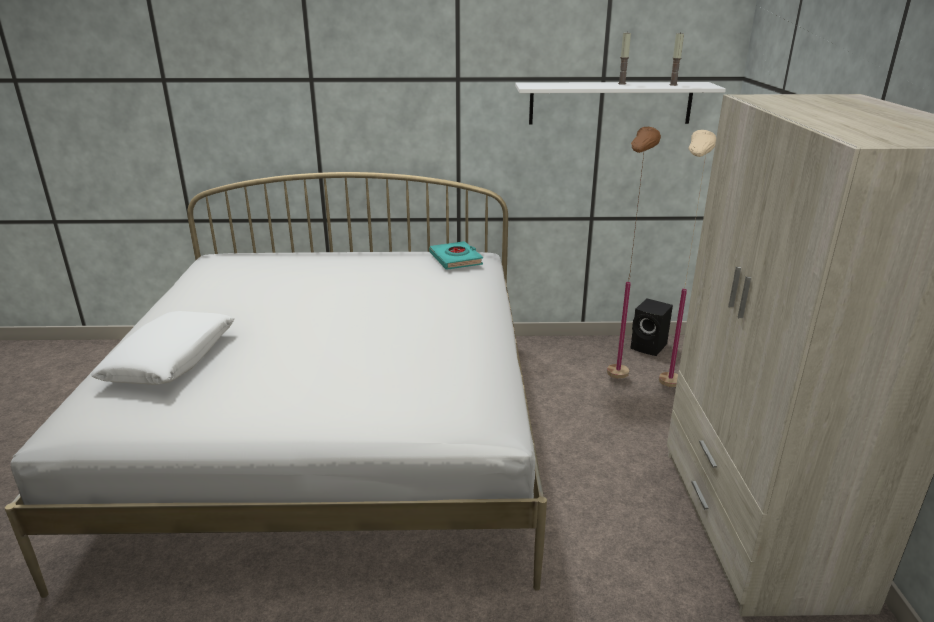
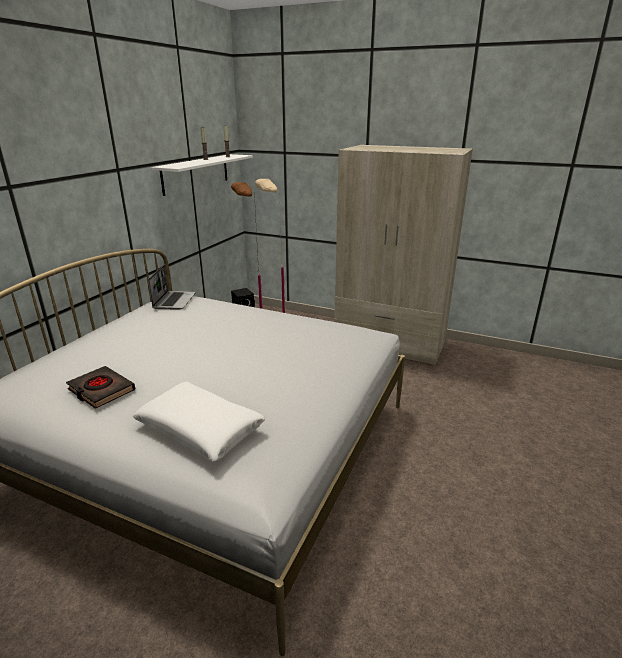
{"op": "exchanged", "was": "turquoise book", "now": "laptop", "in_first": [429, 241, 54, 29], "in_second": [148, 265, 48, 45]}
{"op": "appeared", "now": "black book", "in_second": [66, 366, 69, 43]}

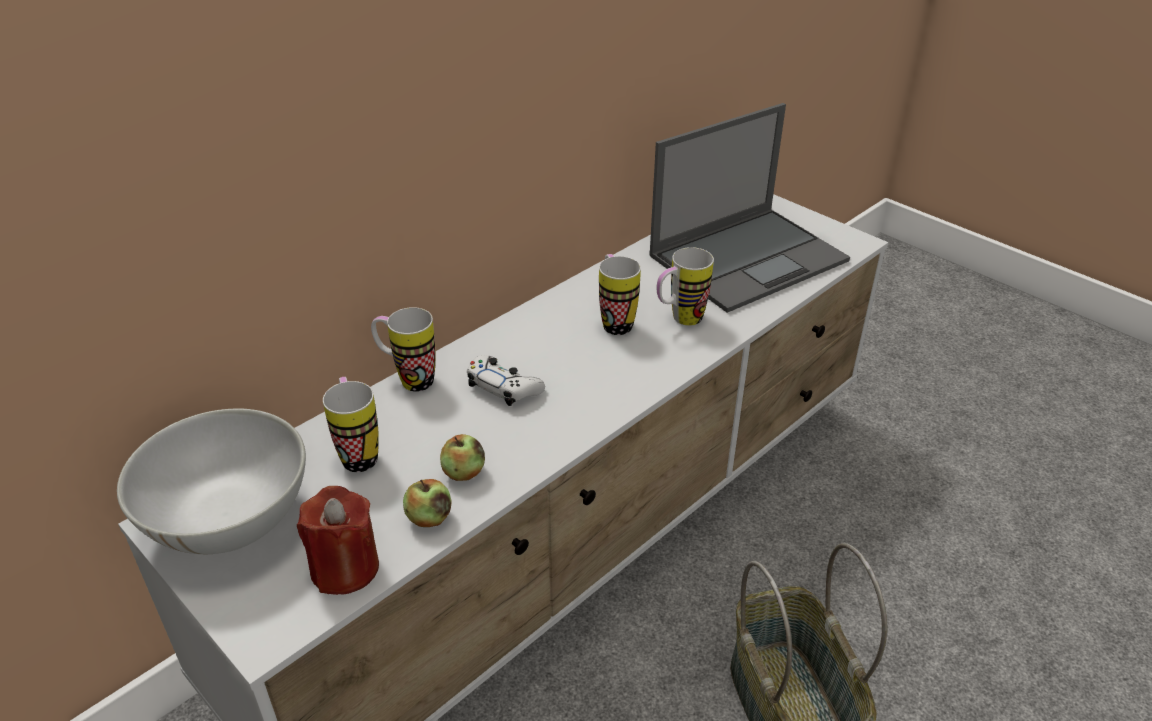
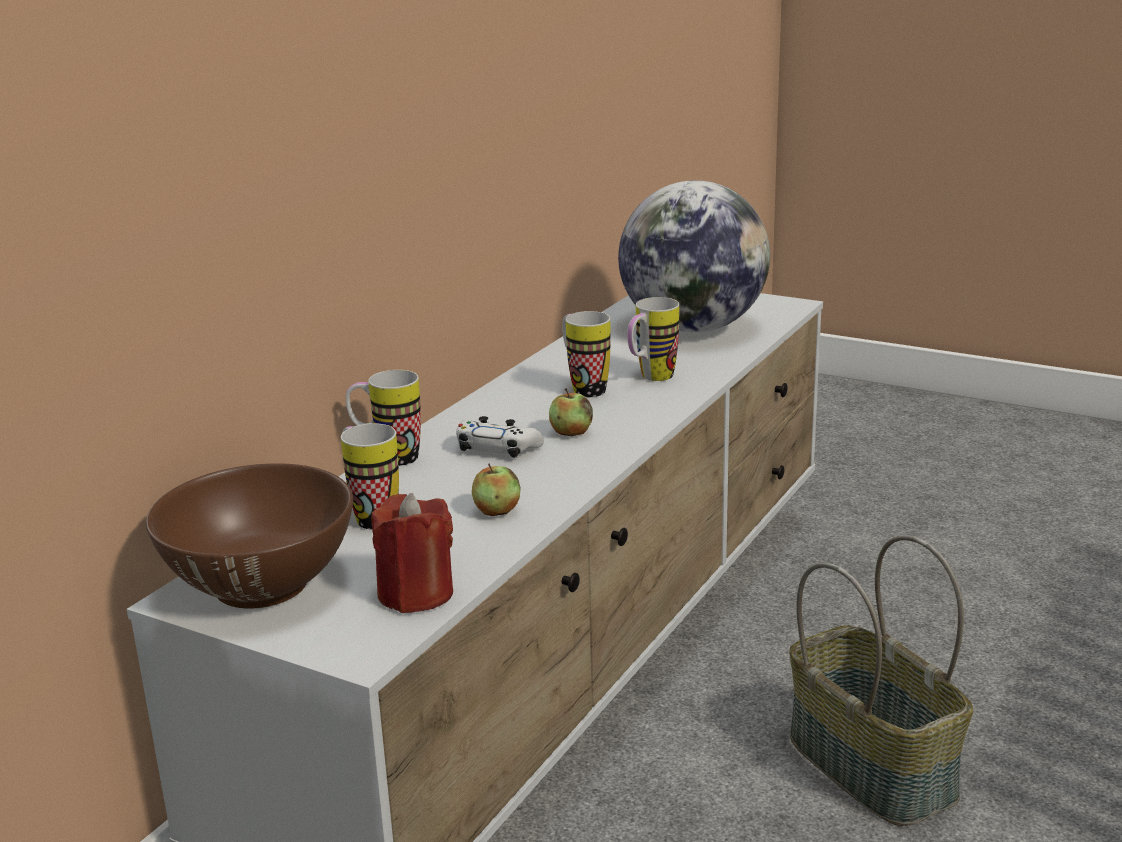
{"op": "colour", "was": "white bowl", "now": "brown bowl", "in_first": [117, 408, 189, 146], "in_second": [146, 463, 207, 146]}
{"op": "relocated", "was": "apple", "in_first": [403, 479, 49, 48], "in_second": [549, 388, 44, 48]}
{"op": "exchanged", "was": "laptop", "now": "globe", "in_first": [649, 103, 201, 210], "in_second": [618, 180, 152, 153]}

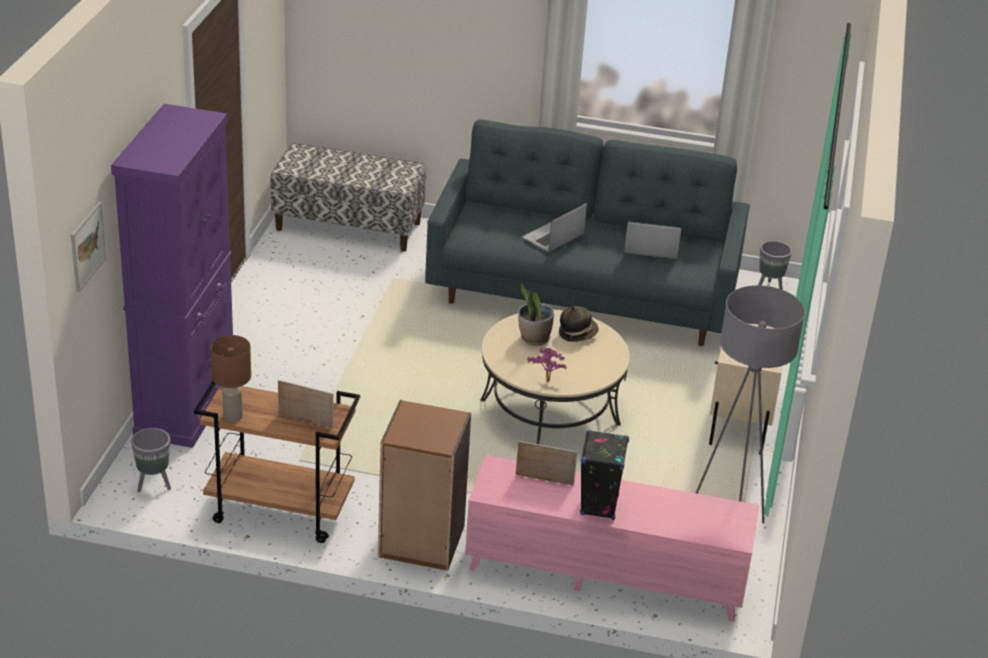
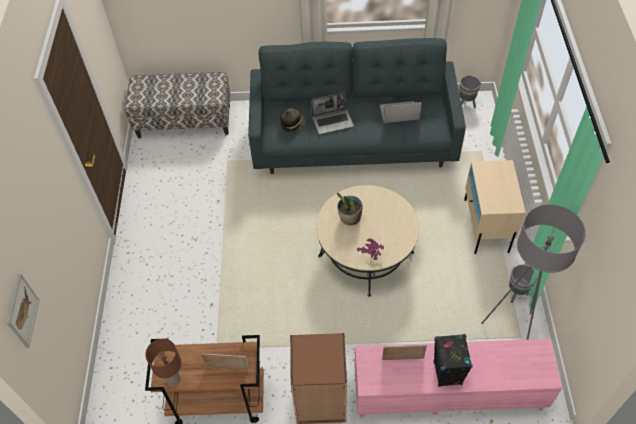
{"op": "missing", "was": "purple cabinet", "in_first": [111, 104, 122, 344]}
{"op": "relocated", "was": "grey planter", "in_first": [131, 428, 40, 64], "in_second": [509, 264, 28, 39]}
{"op": "spun", "was": "laptop", "in_first": [522, 203, 65, 49], "in_second": [311, 92, 43, 42], "clockwise": -135}
{"op": "relocated", "was": "hat", "in_first": [559, 306, 39, 36], "in_second": [280, 108, 26, 25]}

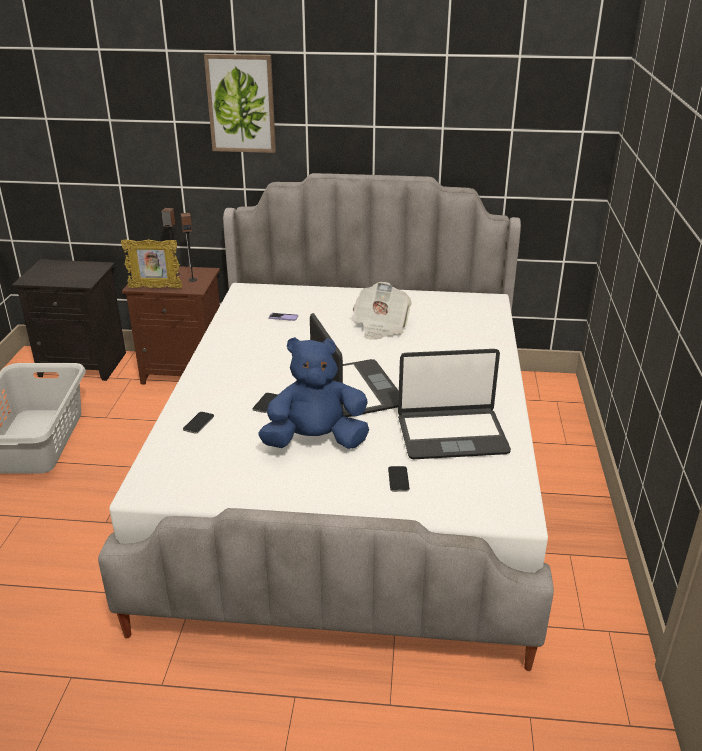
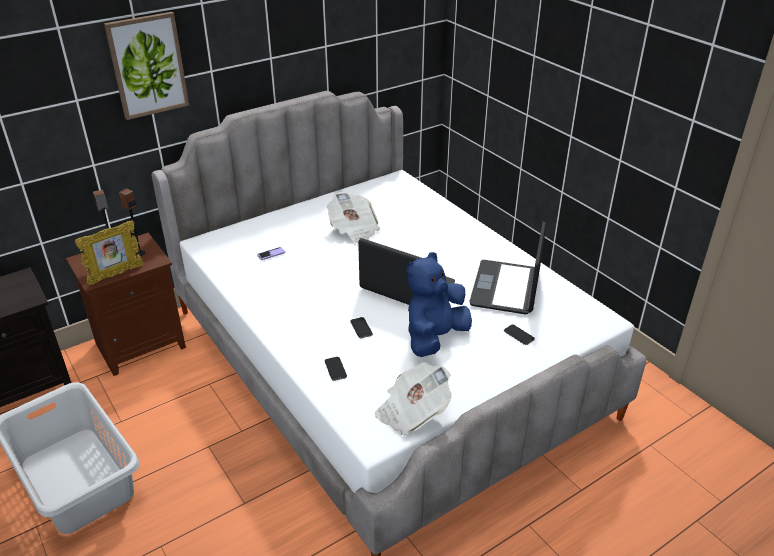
{"op": "spun", "was": "laptop", "in_first": [398, 349, 113, 110], "in_second": [469, 222, 77, 92], "clockwise": 150}
{"op": "appeared", "now": "newspaper", "in_second": [375, 362, 77, 74]}

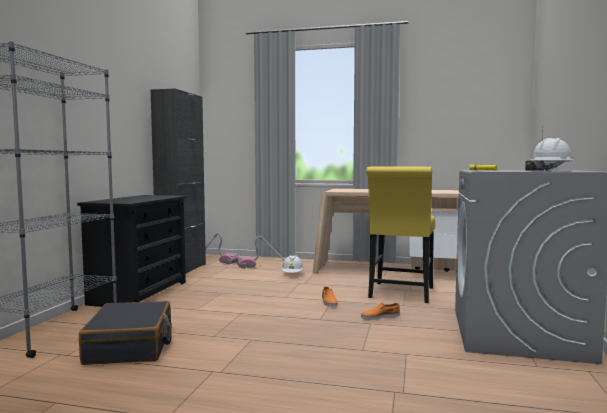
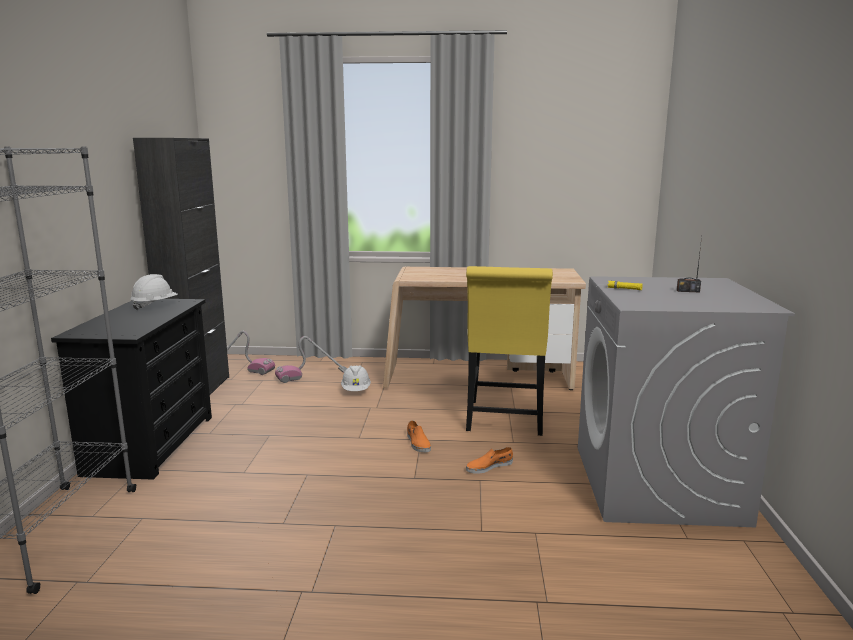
{"op": "missing", "was": "black suitcase", "in_first": [79, 301, 93, 64]}
{"op": "relocated", "was": "white hard hat", "in_first": [530, 138, 43, 33], "in_second": [130, 274, 48, 37]}

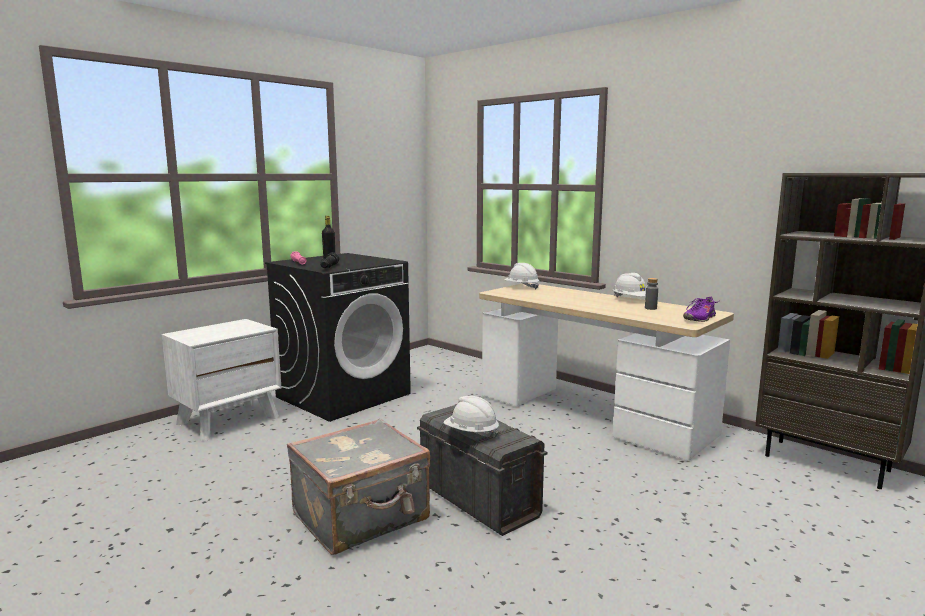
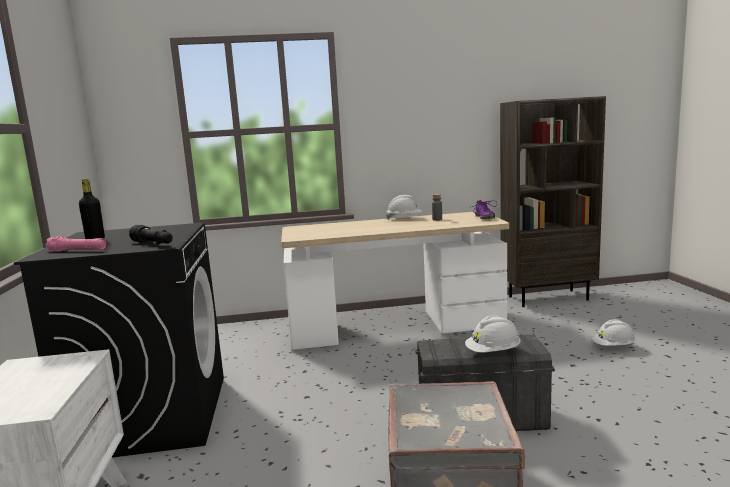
{"op": "relocated", "was": "white hard hat", "in_first": [504, 263, 35, 26], "in_second": [592, 319, 44, 27]}

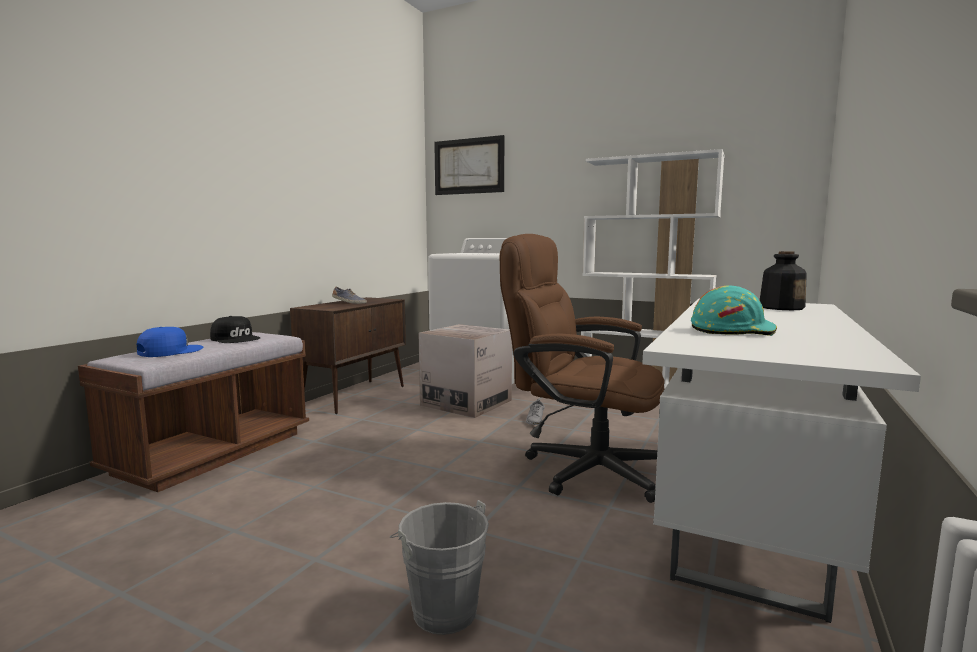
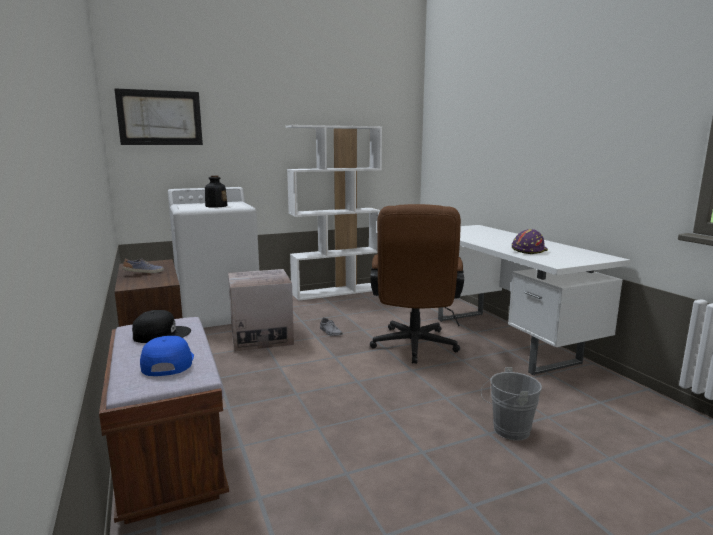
{"op": "spun", "was": "brown office chair", "in_first": [500, 234, 165, 269], "in_second": [370, 204, 94, 160], "clockwise": -60}
{"op": "colour", "was": "turquoise hard hat", "now": "purple hard hat", "in_first": [691, 286, 86, 50], "in_second": [512, 229, 36, 25]}
{"op": "relocated", "was": "bottle", "in_first": [760, 251, 47, 59], "in_second": [205, 175, 23, 32]}

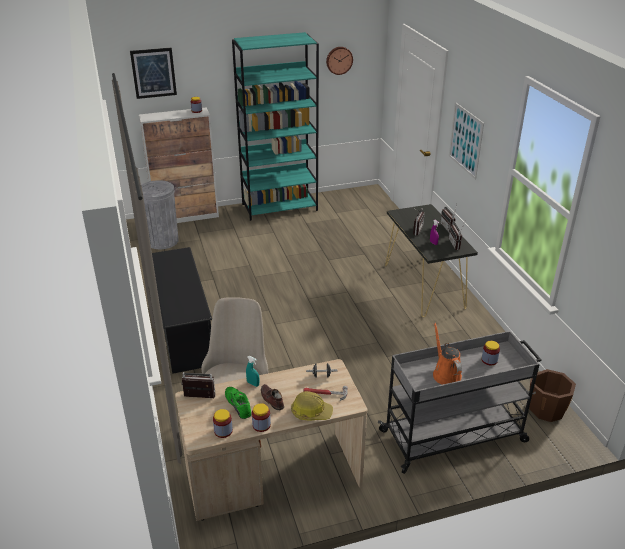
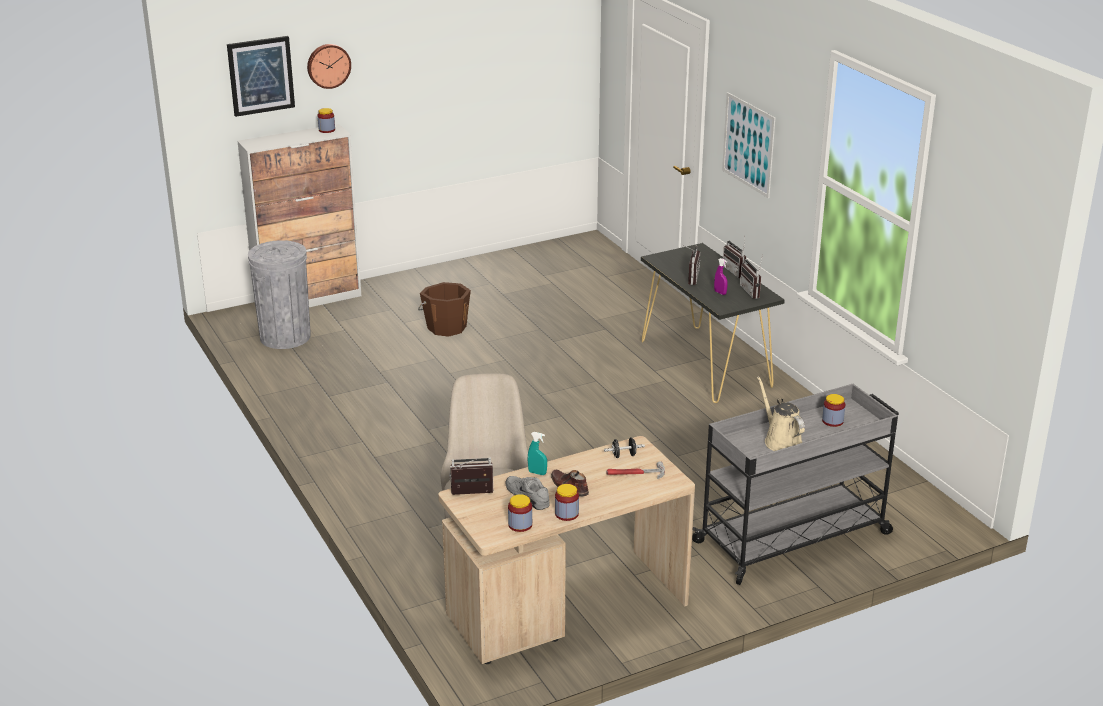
{"op": "missing", "was": "black shoe rack", "in_first": [152, 247, 60, 127]}
{"op": "colour", "was": "green shoe", "now": "grey shoe", "in_first": [225, 387, 26, 32], "in_second": [505, 476, 45, 34]}
{"op": "missing", "was": "turquoise bookcase", "in_first": [232, 32, 87, 189]}
{"op": "missing", "was": "hard hat", "in_first": [291, 391, 42, 30]}
{"op": "relocated", "was": "wall clock", "in_first": [326, 47, 27, 28], "in_second": [307, 44, 44, 45]}
{"op": "colour", "was": "orange watering can", "now": "beige watering can", "in_first": [433, 323, 29, 62], "in_second": [757, 376, 48, 75]}
{"op": "relocated", "was": "brown bucket", "in_first": [528, 369, 48, 53], "in_second": [418, 282, 53, 55]}

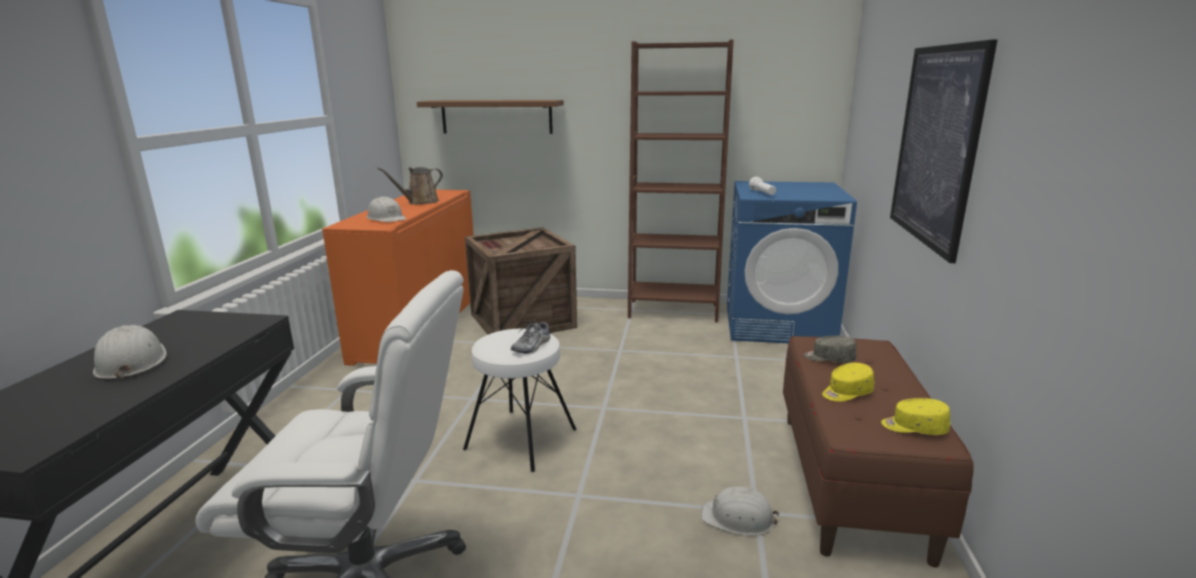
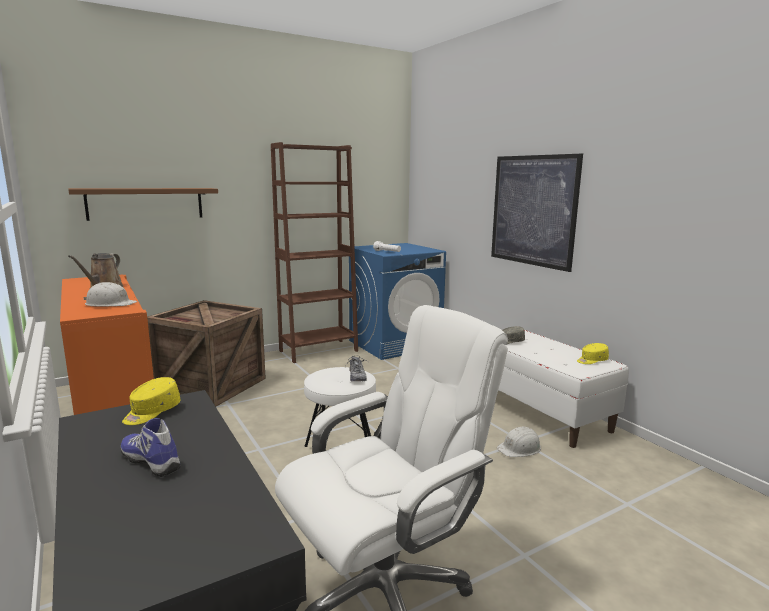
{"op": "exchanged", "was": "white hard hat", "now": "shoe", "in_first": [93, 325, 74, 56], "in_second": [121, 418, 60, 59]}
{"op": "colour", "was": "brown bench", "now": "white bench", "in_first": [783, 336, 191, 231], "in_second": [498, 330, 131, 118]}
{"op": "relocated", "was": "yellow cap", "in_first": [822, 363, 52, 39], "in_second": [122, 377, 59, 48]}

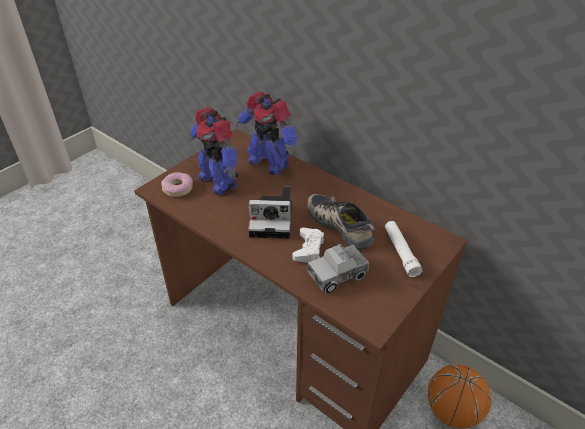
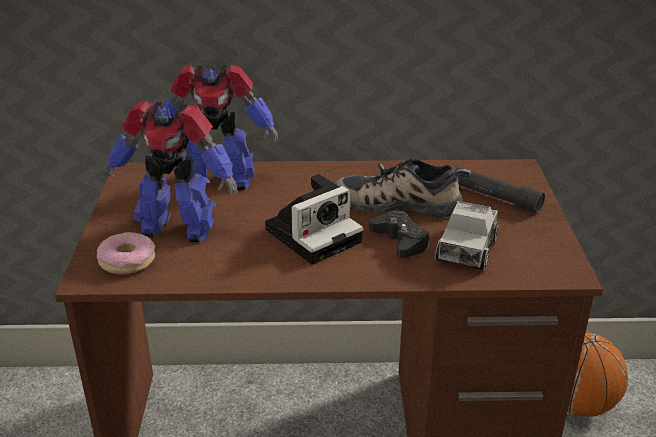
{"op": "colour", "was": "white game controller", "now": "black game controller", "in_first": [293, 228, 31, 35], "in_second": [369, 210, 60, 48]}
{"op": "colour", "was": "white flashlight", "now": "black flashlight", "in_first": [385, 221, 38, 56], "in_second": [455, 167, 90, 46]}

